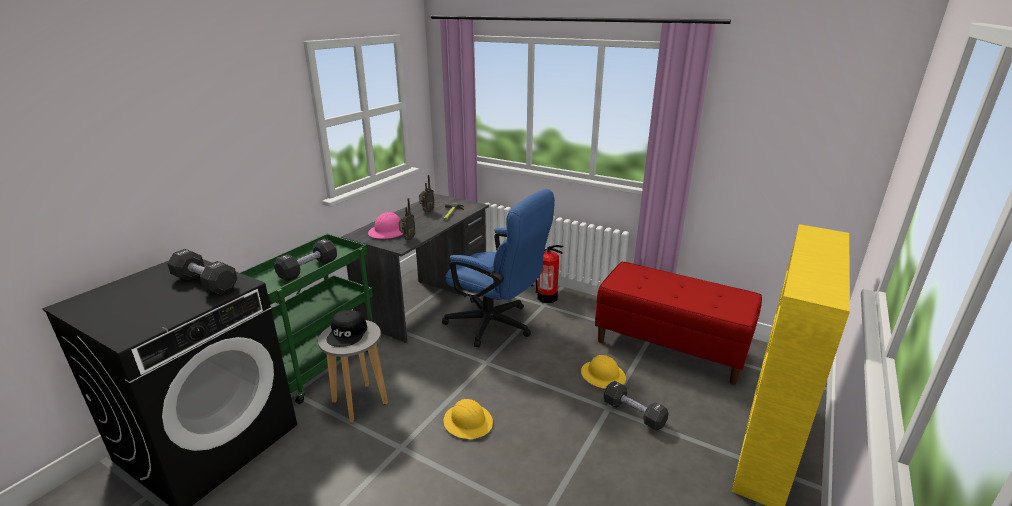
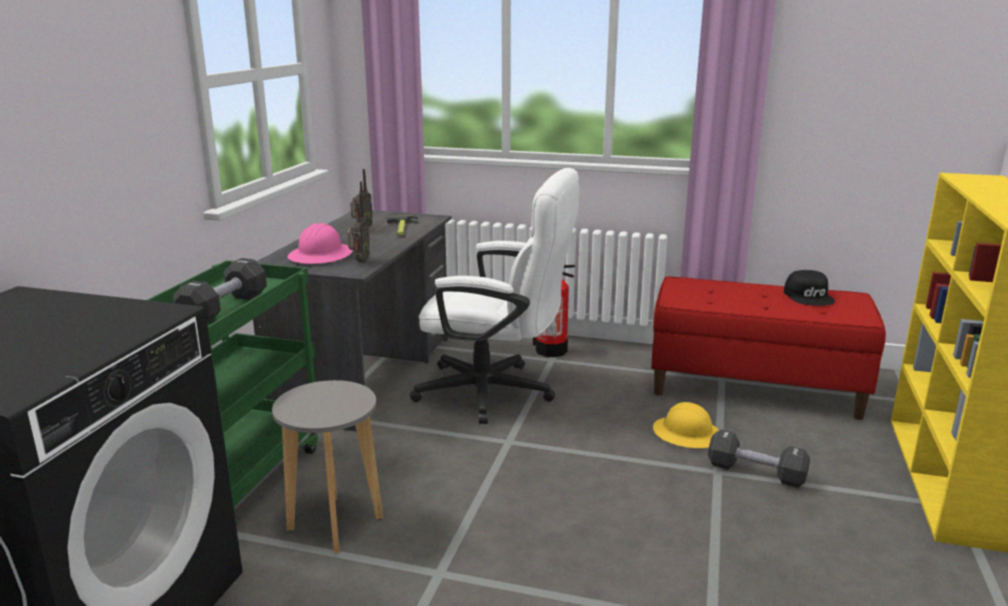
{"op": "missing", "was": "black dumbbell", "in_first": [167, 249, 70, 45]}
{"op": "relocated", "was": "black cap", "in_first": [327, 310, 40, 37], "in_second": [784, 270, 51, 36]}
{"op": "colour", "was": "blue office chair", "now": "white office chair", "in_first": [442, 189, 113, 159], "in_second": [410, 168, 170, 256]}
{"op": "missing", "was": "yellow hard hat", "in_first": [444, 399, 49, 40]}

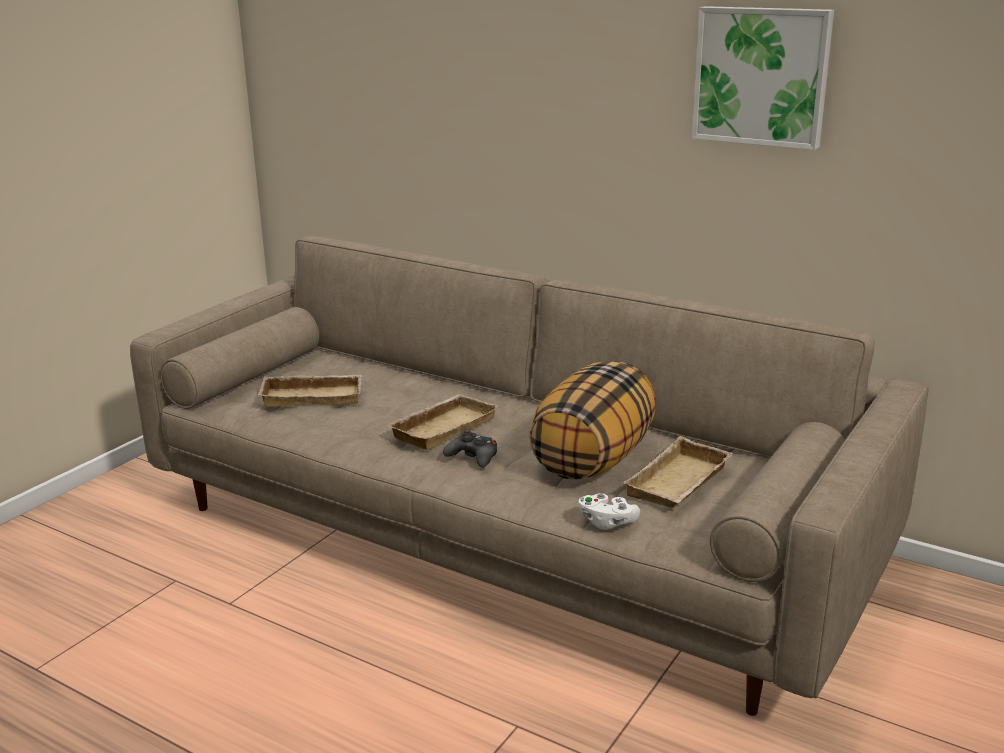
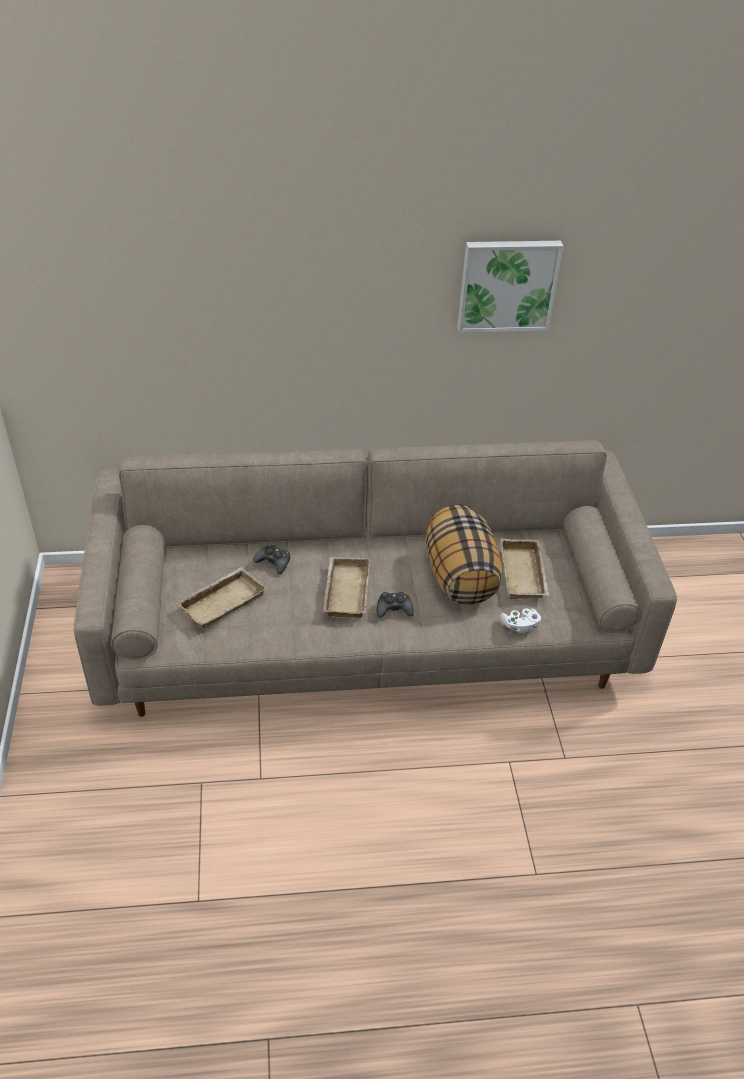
{"op": "appeared", "now": "black game controller", "in_second": [253, 543, 37, 31]}

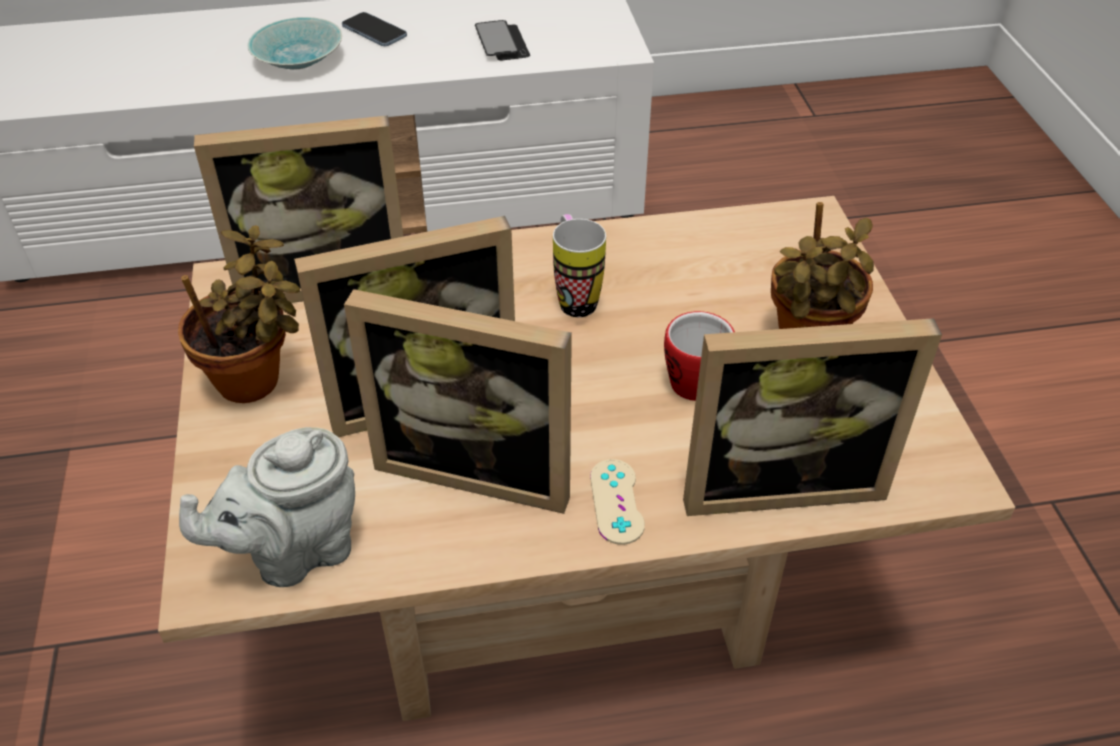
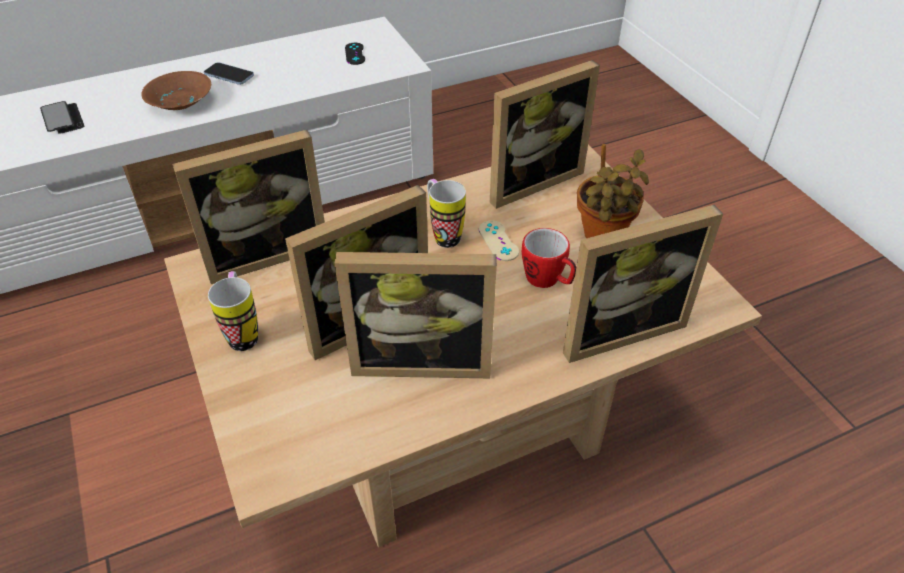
{"op": "exchanged", "was": "potted plant", "now": "mug", "in_first": [178, 225, 122, 178], "in_second": [208, 271, 50, 80]}
{"op": "missing", "was": "grey teapot", "in_first": [179, 427, 176, 160]}
{"op": "colour", "was": "turquoise bowl", "now": "brown bowl", "in_first": [247, 17, 95, 53], "in_second": [141, 71, 70, 39]}
{"op": "relocated", "was": "phone", "in_first": [475, 20, 55, 40], "in_second": [40, 101, 45, 33]}
{"op": "relocated", "was": "beige game controller", "in_first": [590, 459, 55, 86], "in_second": [479, 221, 40, 40]}
{"op": "appeared", "now": "black game controller", "in_second": [345, 43, 20, 22]}
{"op": "appeared", "now": "picture frame", "in_second": [490, 60, 110, 149]}

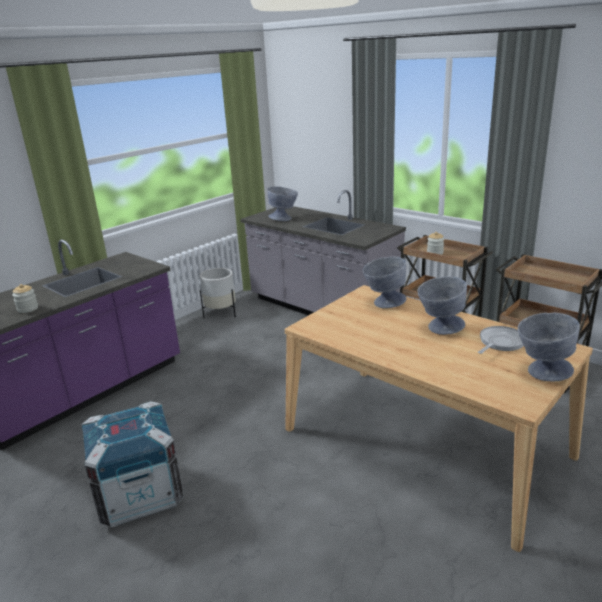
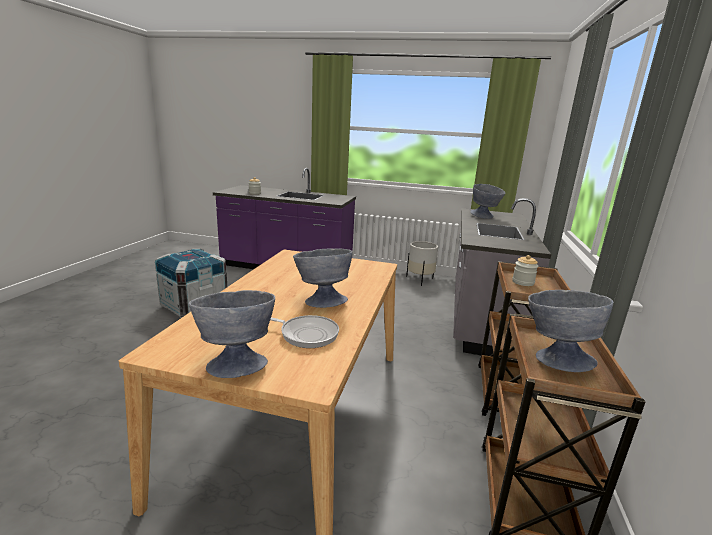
{"op": "relocated", "was": "grey bowl", "in_first": [363, 256, 43, 52], "in_second": [528, 290, 85, 82]}

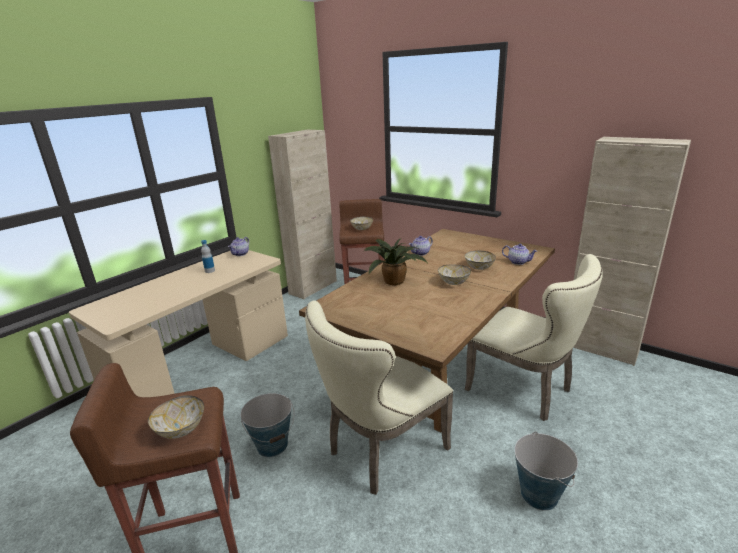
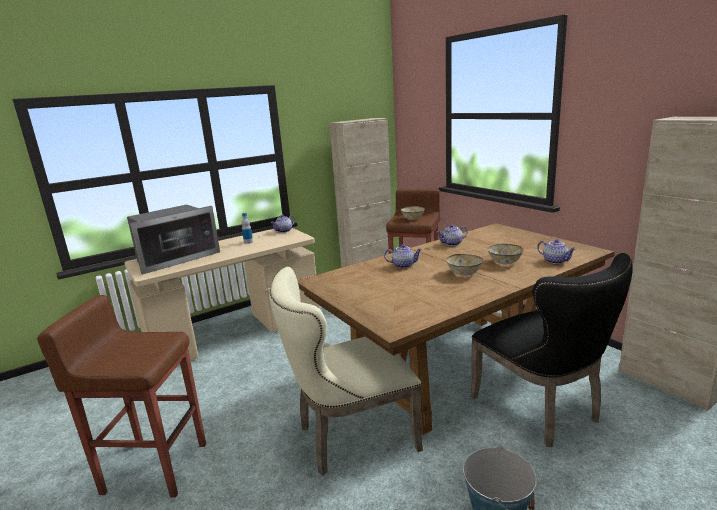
{"op": "missing", "was": "bowl", "in_first": [148, 395, 56, 44]}
{"op": "missing", "was": "bucket", "in_first": [240, 393, 54, 64]}
{"op": "exchanged", "was": "potted plant", "now": "teapot", "in_first": [363, 239, 64, 46], "in_second": [384, 244, 38, 24]}
{"op": "colour", "was": "beige chair", "now": "black chair", "in_first": [465, 254, 138, 167], "in_second": [471, 253, 162, 194]}
{"op": "appeared", "now": "microwave", "in_second": [127, 204, 93, 71]}

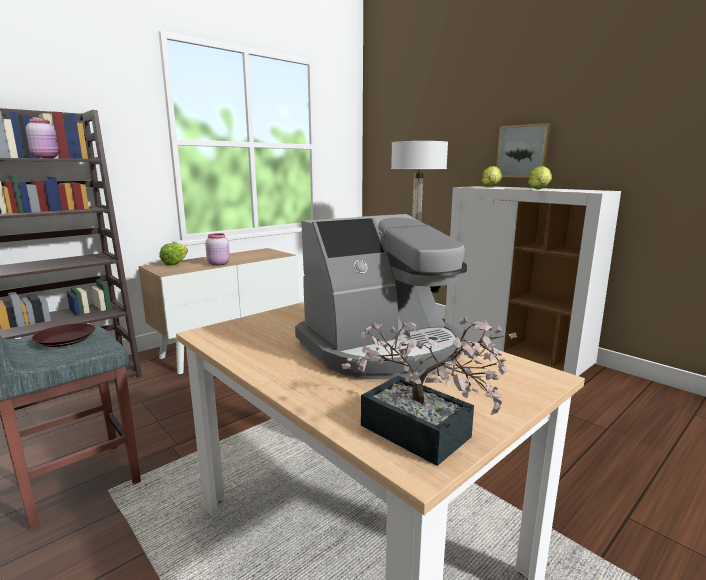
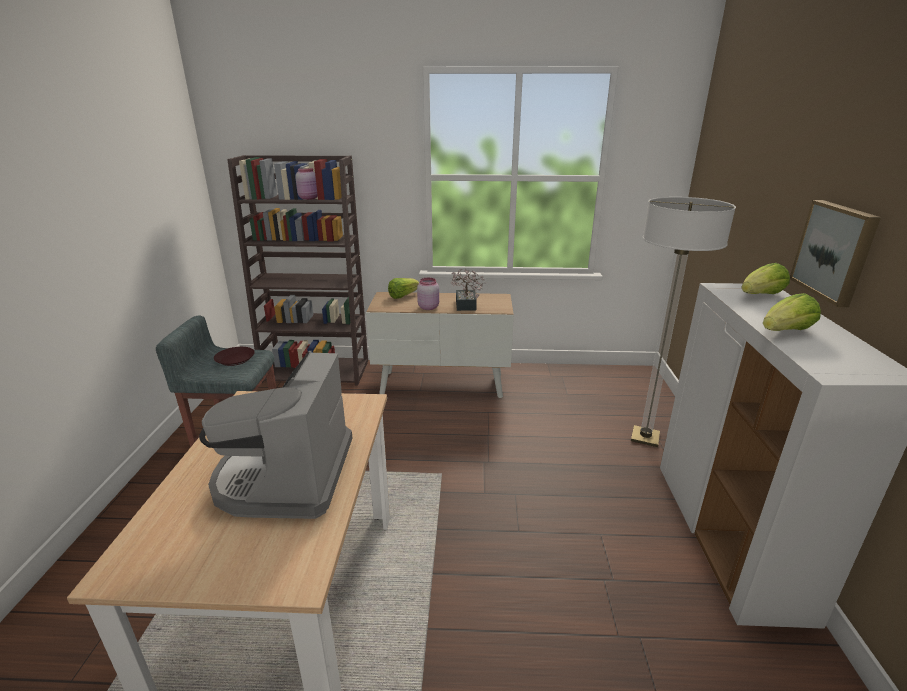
{"op": "spun", "was": "coffee machine", "in_first": [295, 214, 172, 165], "in_second": [199, 351, 153, 168], "clockwise": 75}
{"op": "relocated", "was": "potted plant", "in_first": [342, 317, 175, 149], "in_second": [451, 269, 35, 42]}

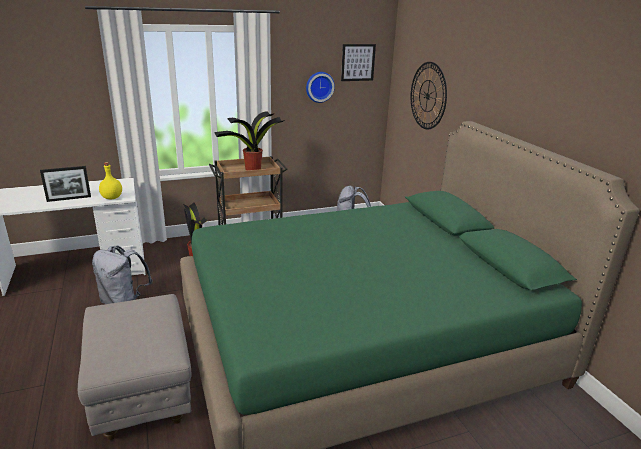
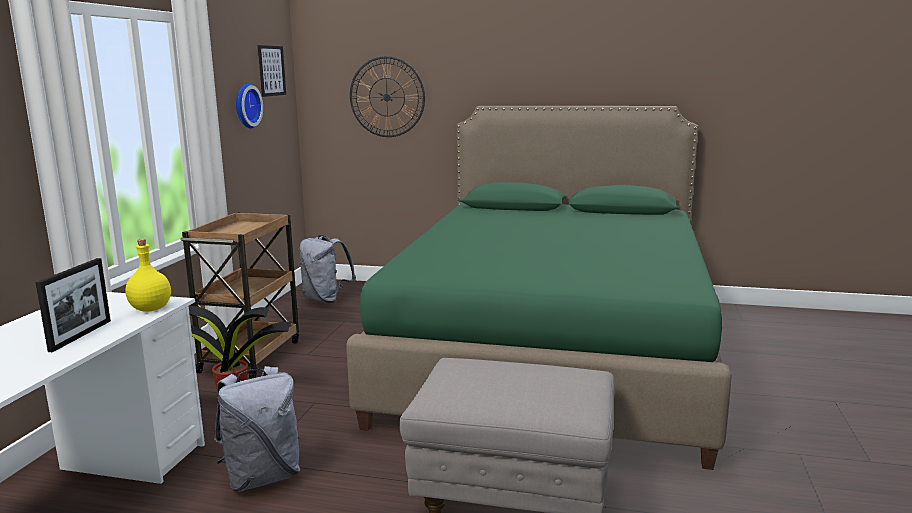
{"op": "missing", "was": "potted plant", "in_first": [214, 111, 71, 59]}

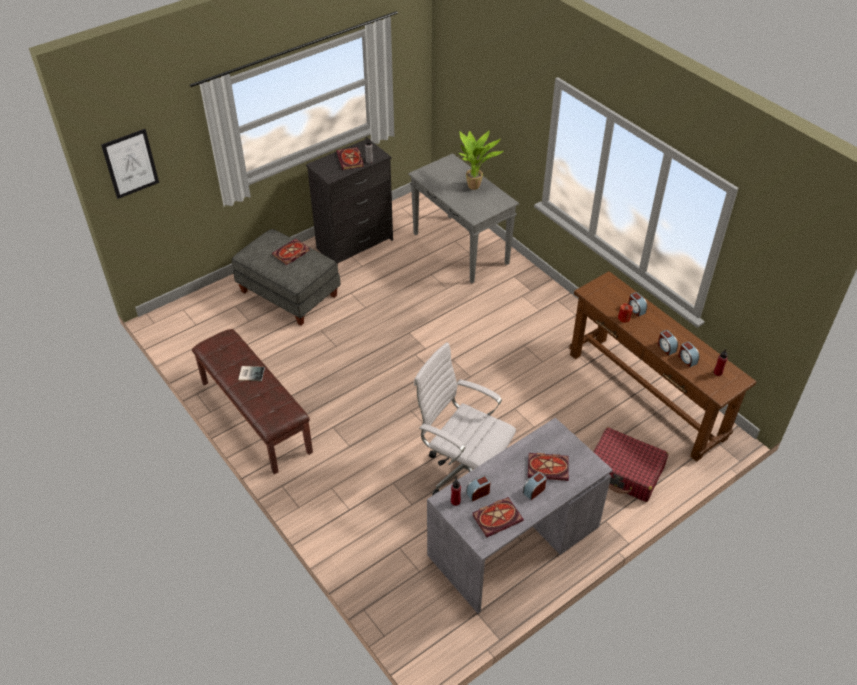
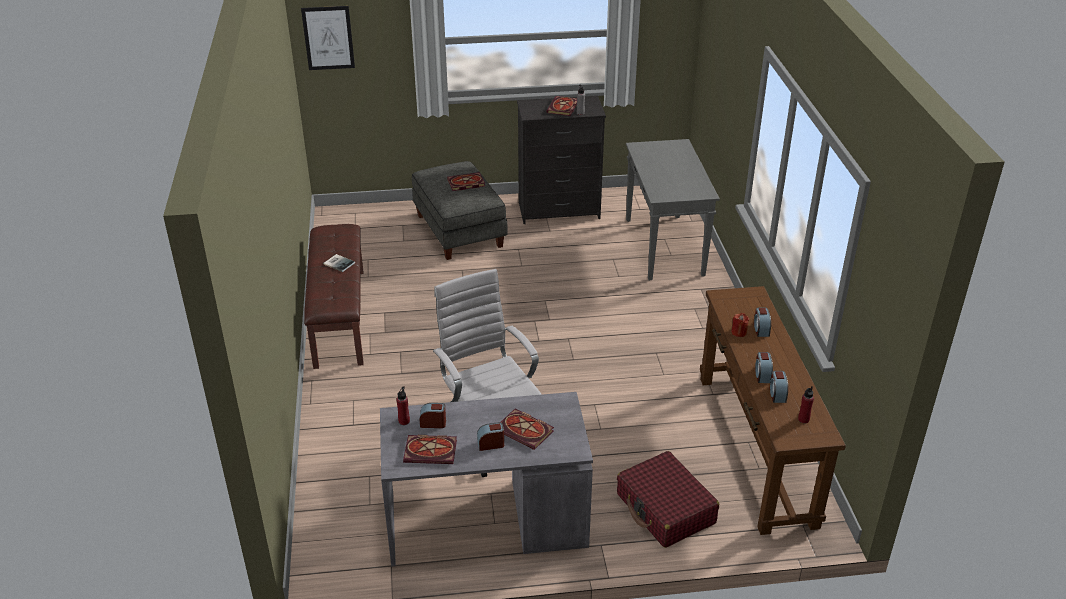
{"op": "missing", "was": "potted plant", "in_first": [459, 131, 44, 59]}

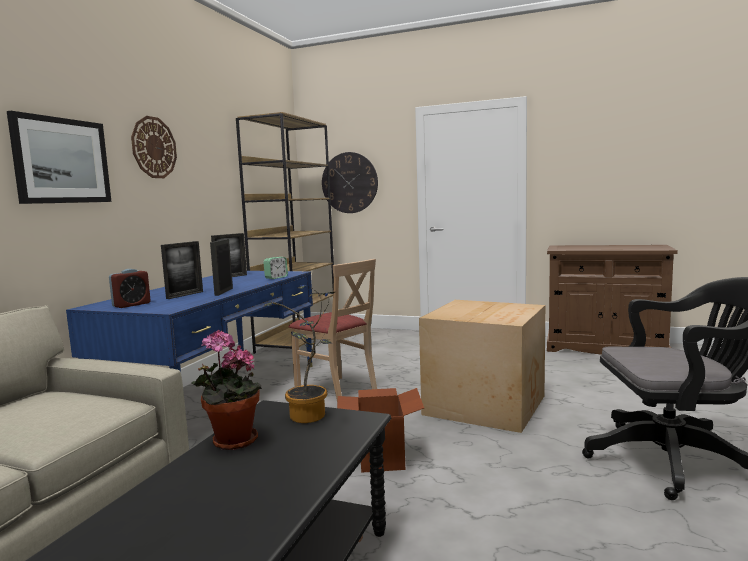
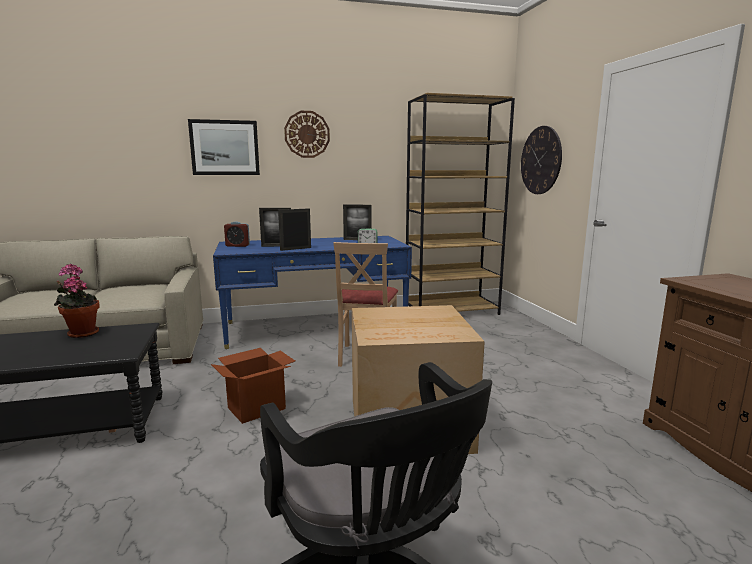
{"op": "missing", "was": "potted plant", "in_first": [264, 285, 70, 138]}

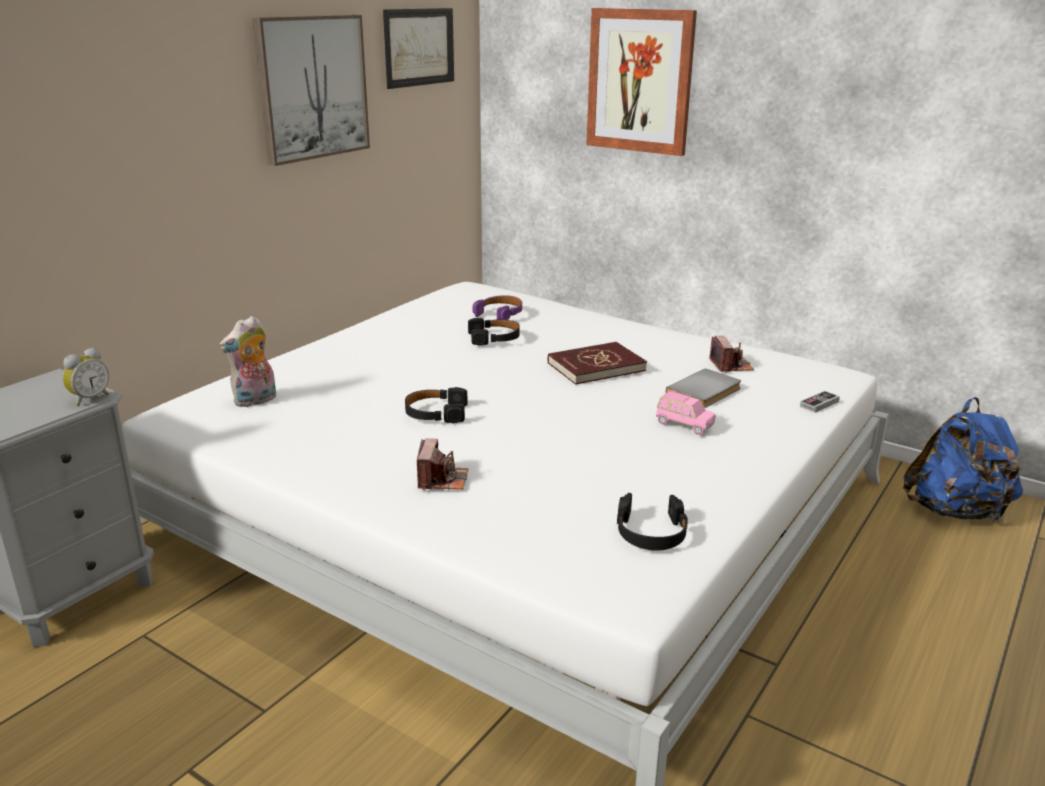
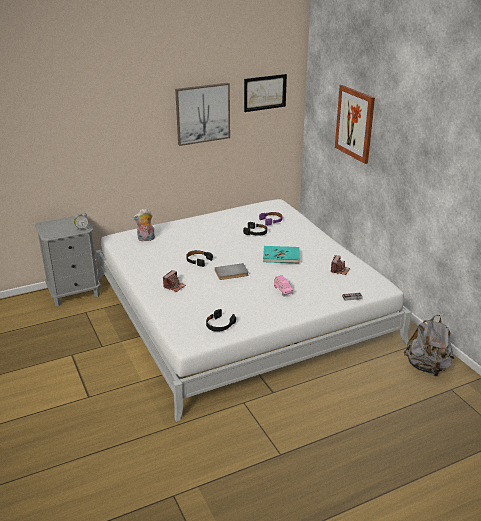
{"op": "colour", "was": "red book", "now": "turquoise book", "in_first": [548, 342, 99, 43], "in_second": [263, 246, 36, 18]}
{"op": "relocated", "was": "grey book", "in_first": [665, 368, 76, 40], "in_second": [215, 263, 33, 17]}
{"op": "colour", "was": "blue backpack", "now": "grey backpack", "in_first": [903, 397, 120, 124], "in_second": [404, 315, 50, 61]}

